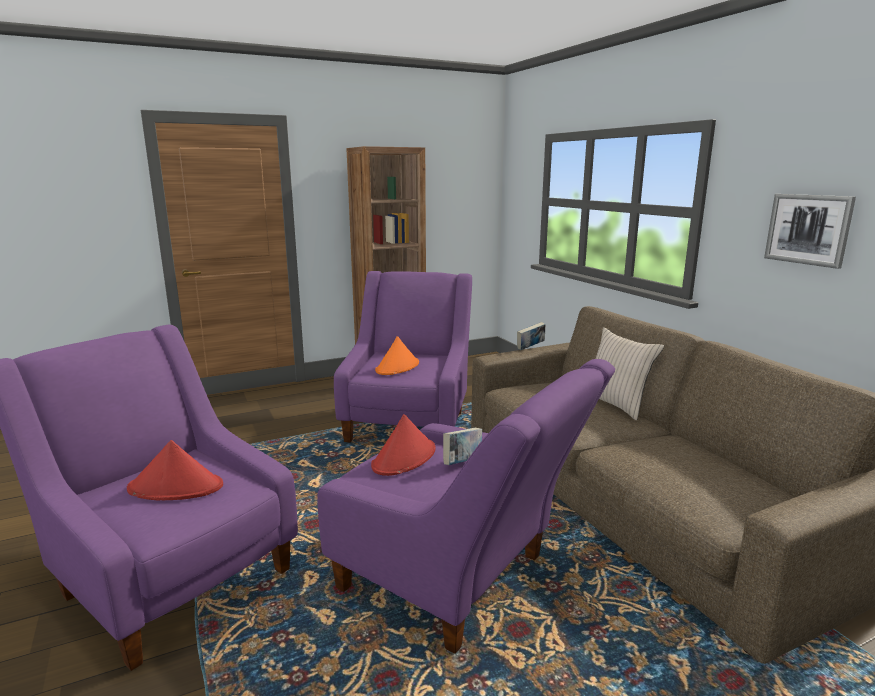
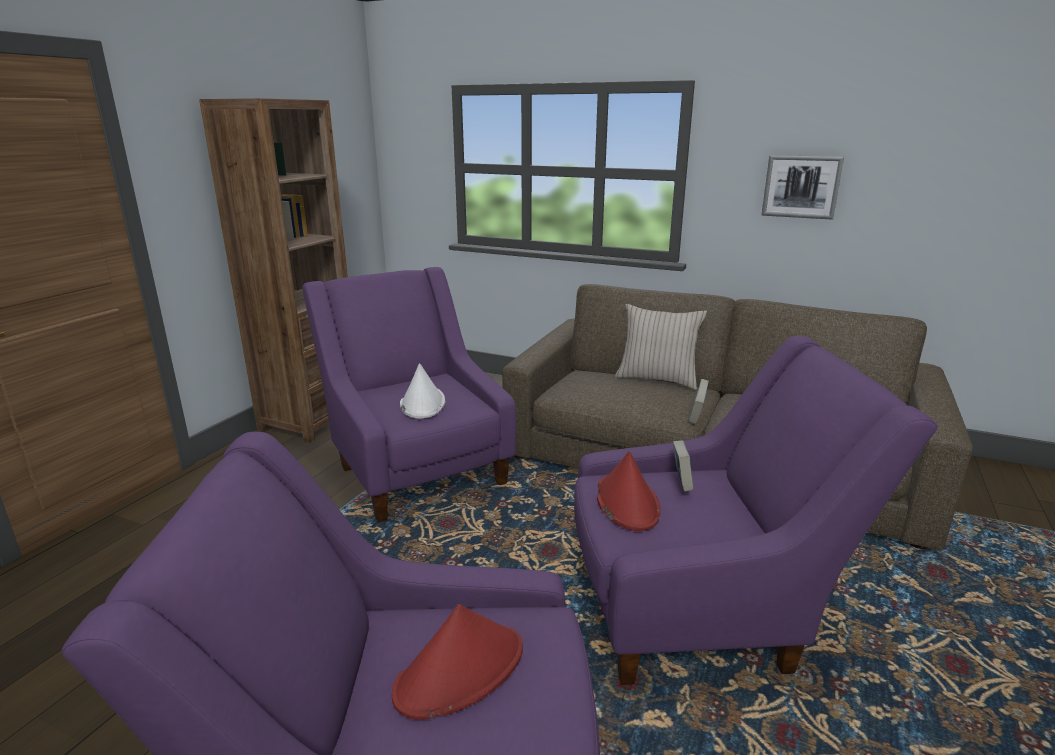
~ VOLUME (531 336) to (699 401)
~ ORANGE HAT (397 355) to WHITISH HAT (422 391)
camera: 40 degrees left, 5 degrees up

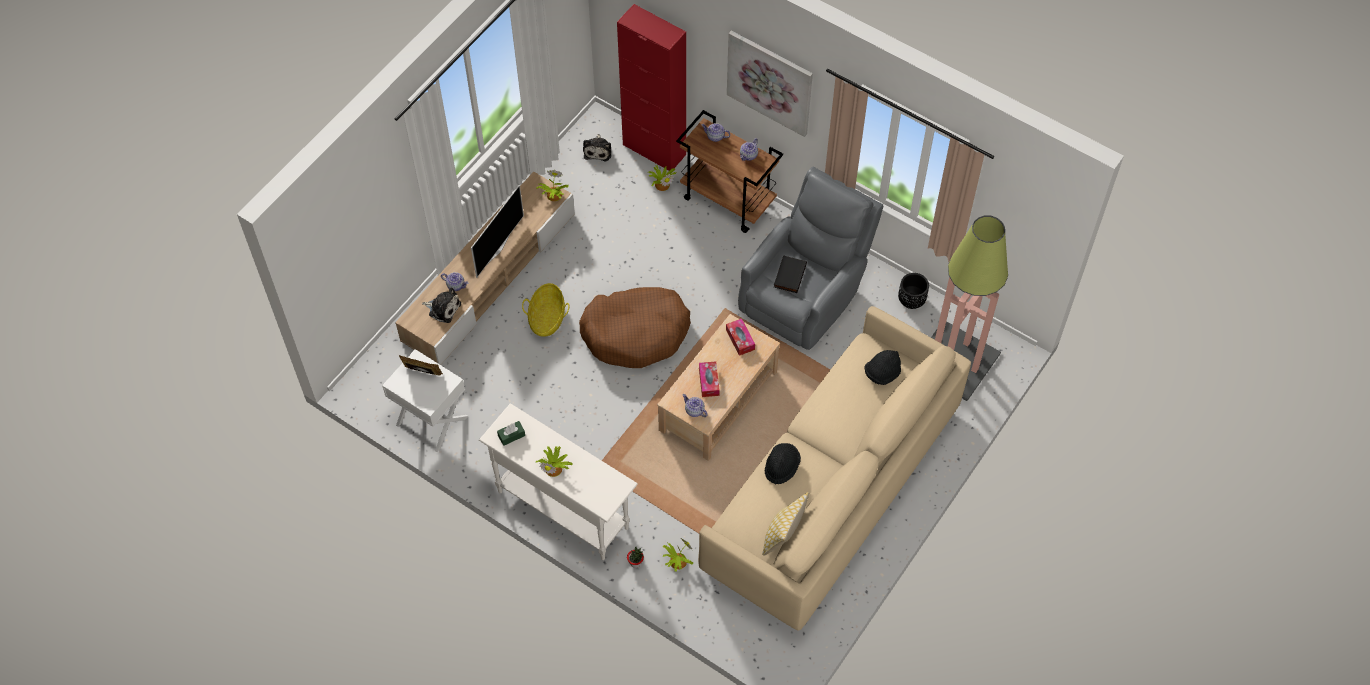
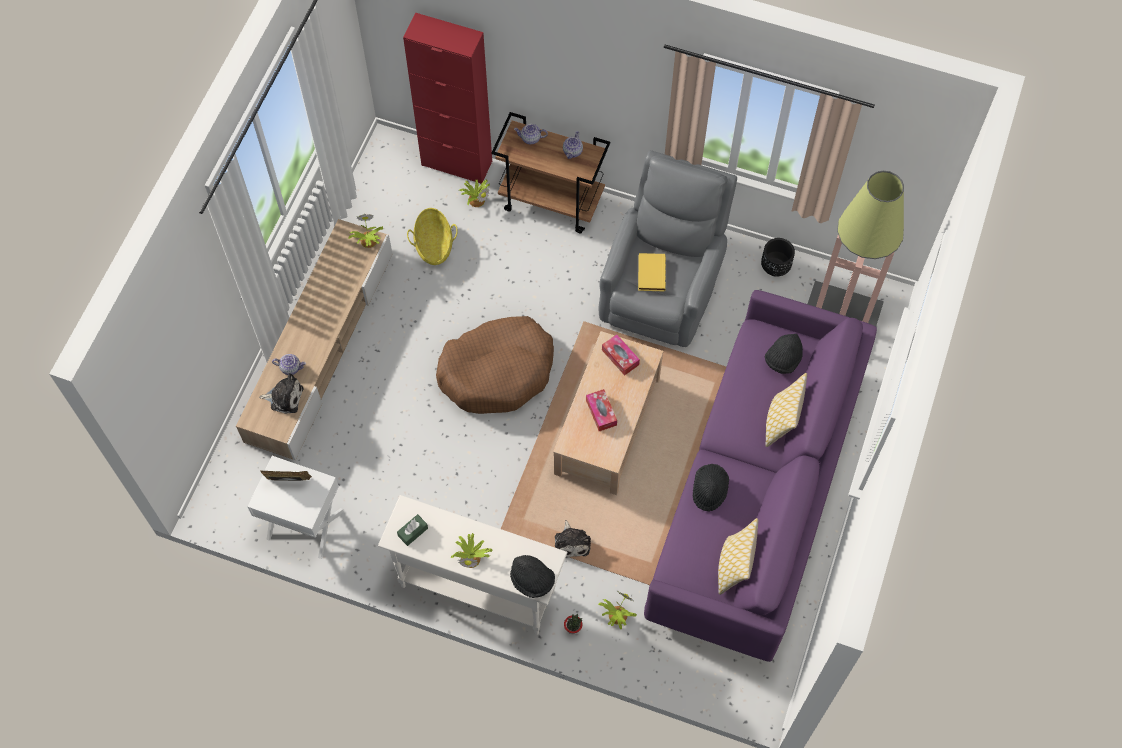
- PICTURE (770 84)
~ SOFT TOY (597 147) to (573 539)
- TELEVISION (497 231)
~ BLACK VOLUME (790 274) to YELLOWISH VOLUME (652 272)
~ BASKET (545 310) to (432 236)
~ SAND-COLOURED SOFA (834 468) to PURPLISH SOFA (760 476)
- POT FOR TEA (695 405)
+ THROW PILLOW (786 410)
+ BLACK HAT (532 576)
camera: 15 degrees left, 5 degrees up

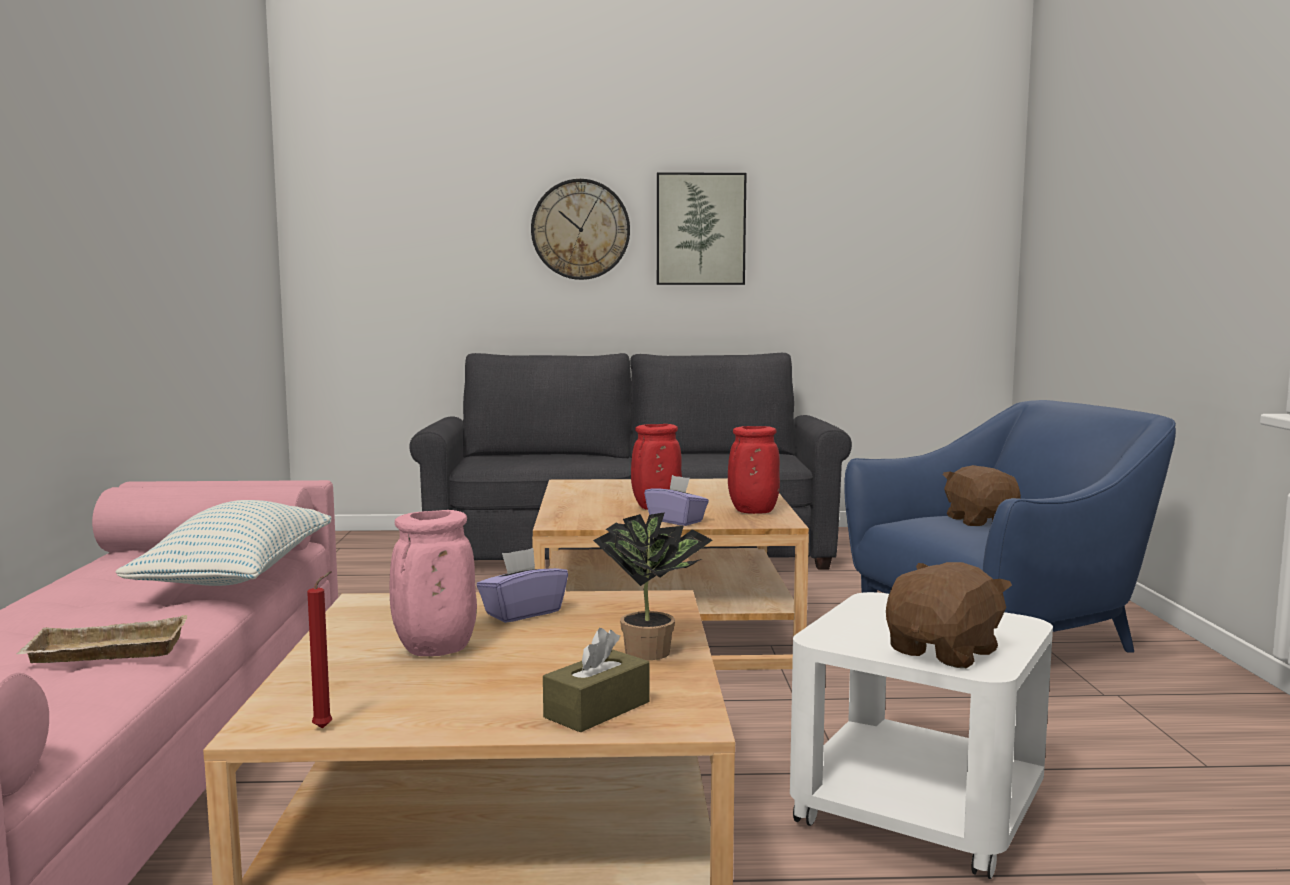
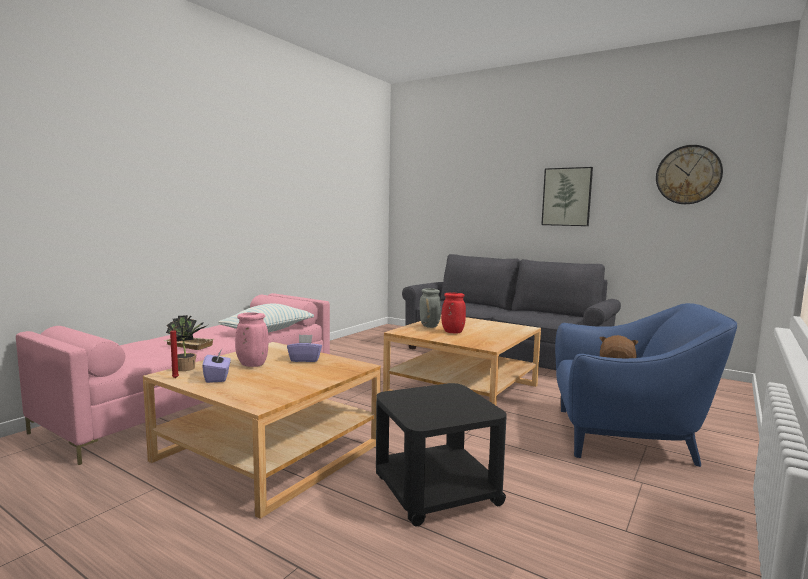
~ HANGING CLOCK (580 229) to (689 174)
- REDDISH DECORATIVE VASE (754 470)
~ PURPLISH TISSUE BOX (676 500) to (216 366)
~ POTTED PLANT (652 586) to (187 343)
- BROWNISH SOFT TOY (949 615)
~ WHITISH ACCENT TABLE (921 735) to BLACK ACCENT TABLE (441 454)
- BROWNISH TISSUE BOX (596 680)
+ GRAY DECORATIVE VASE (430 308)
camera: 35 degrees right, 0 degrees up

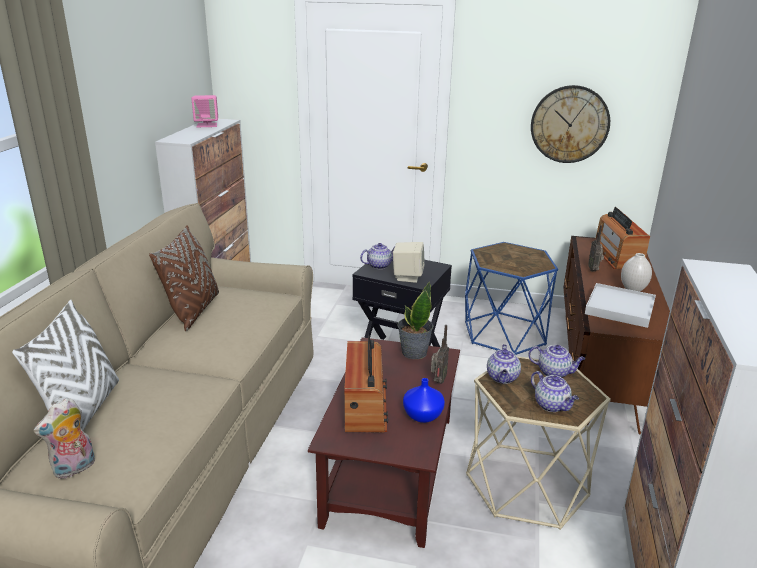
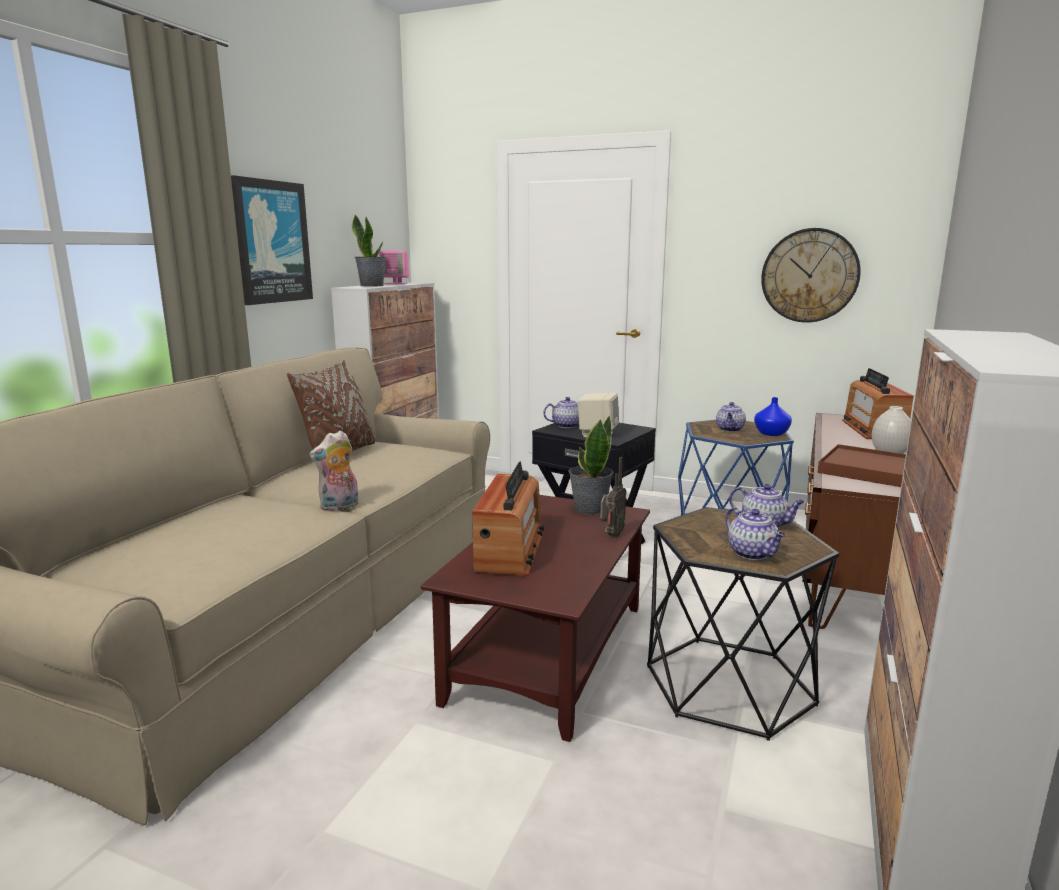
- RADIO RECEIVER (596 248)
~ WHITISH SERVING TRAY (620 305) to BROWNISH SERVING TRAY (861 465)
- WHITISH THROW PILLOW (65 365)
~ POT FOR TEA (504 364) to (731 417)
~ SAND-COLOURED ACCENT TABLE (538 443) to BLACK ACCENT TABLE (743 624)
~ BLUE DECORATIVE VASE (424 400) to (773 416)
~ SOFT TOY (64 438) to (334 470)
+ PICTURE (272 240)
+ POTTED PLANT (369 250)
camera: 10 degrees right, 10 degrees down

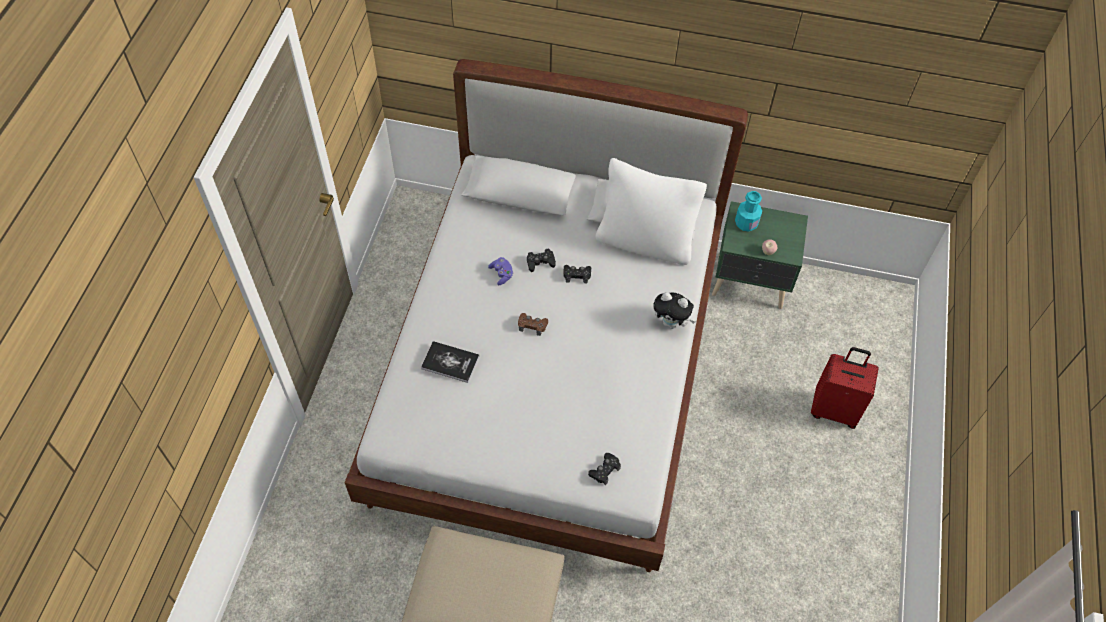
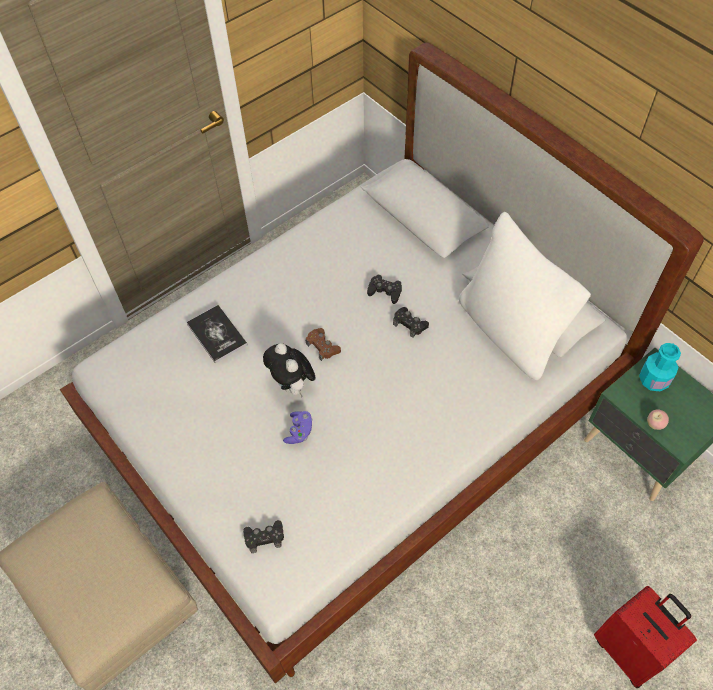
~ PURPLISH GAMEPAD (500 271) to (298 427)
~ SOFT TOY (674 310) to (289 370)
camera: 40 degrees right, 0 degrees up

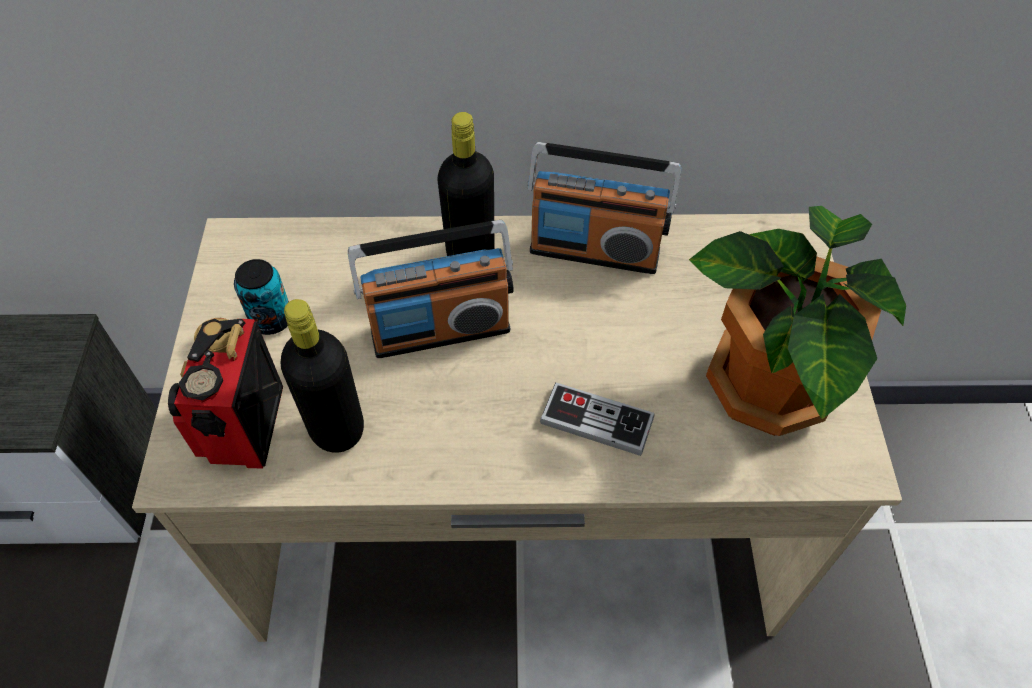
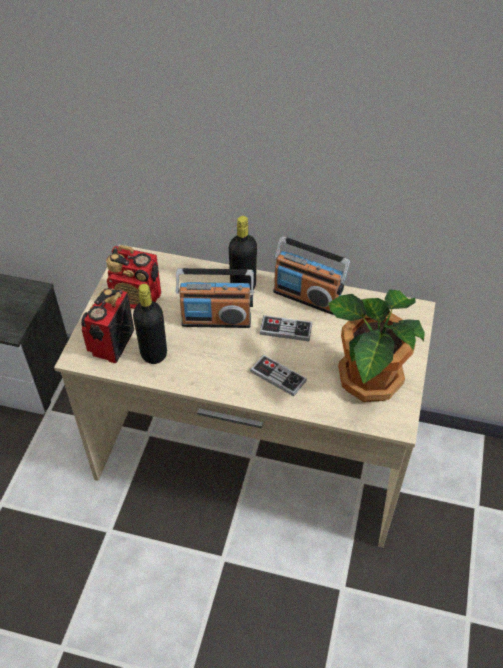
~ METAL CAN (261 297) to RADIO RECEIVER (133 277)
+ GAMEPAD (286 328)
camera: 15 degrees right, 5 degrees down

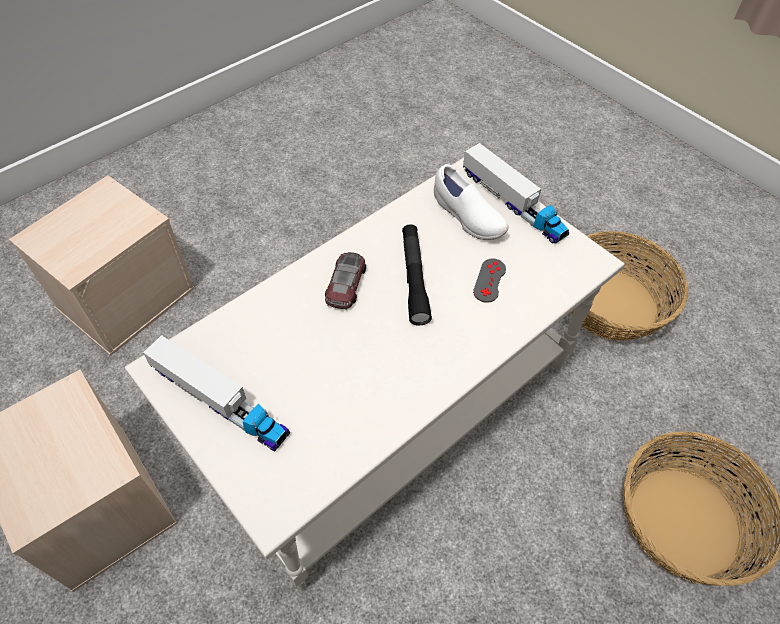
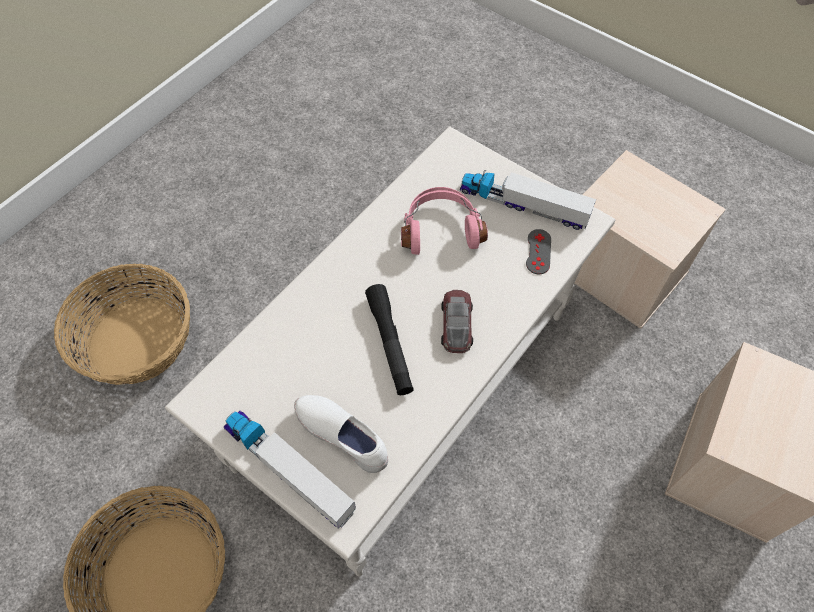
~ GRAY GAMEPAD (489 281) to (538 251)
+ PINK-COLOURED HEADSET (444 221)
camera: 170 degrees right, 5 degrees up

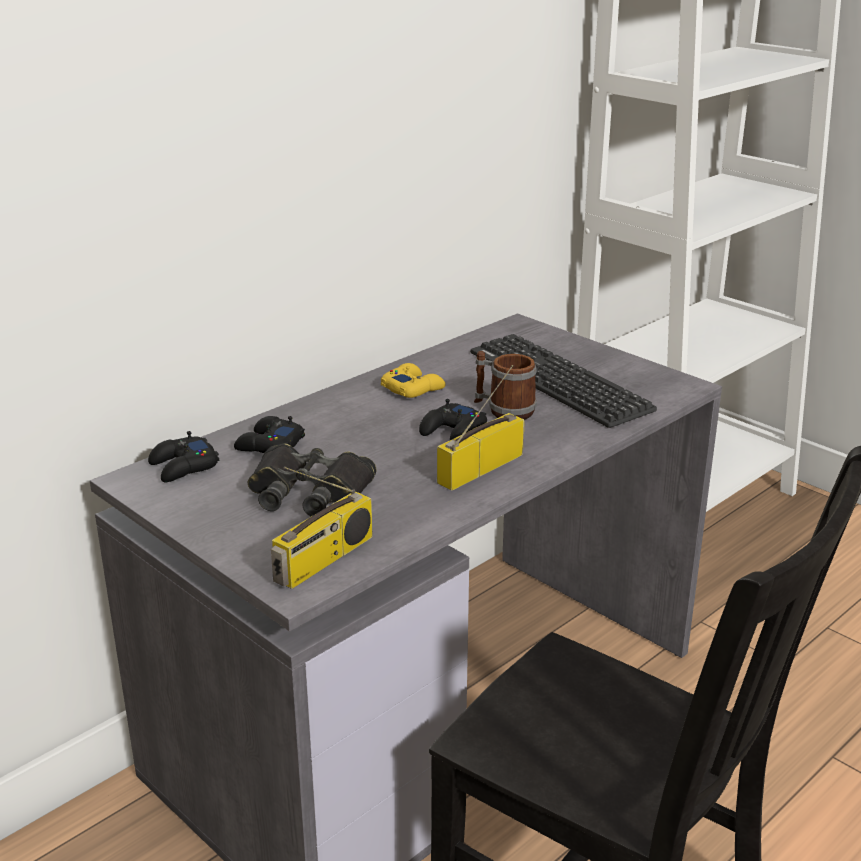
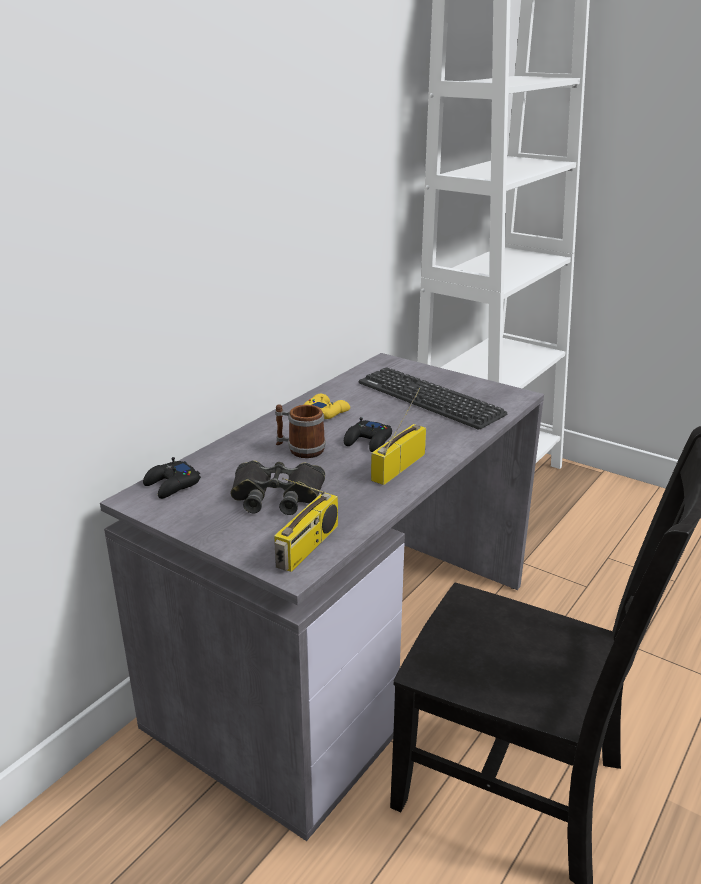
~ TEA MUG (505 385) to (300 431)
- BLACK GAMEPAD (269 434)
camera: 10 degrees left, 0 degrees up

